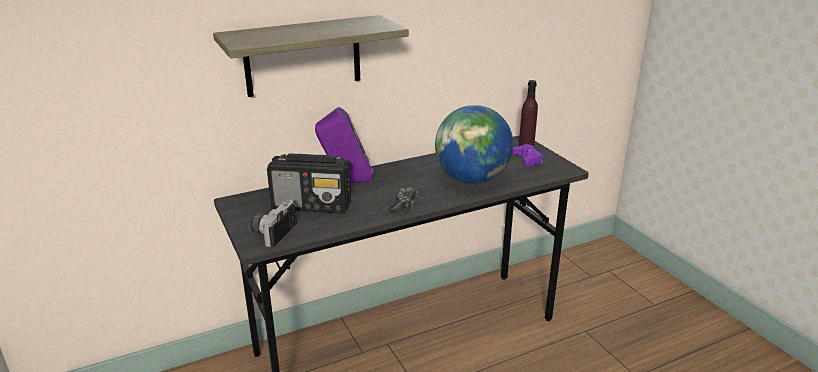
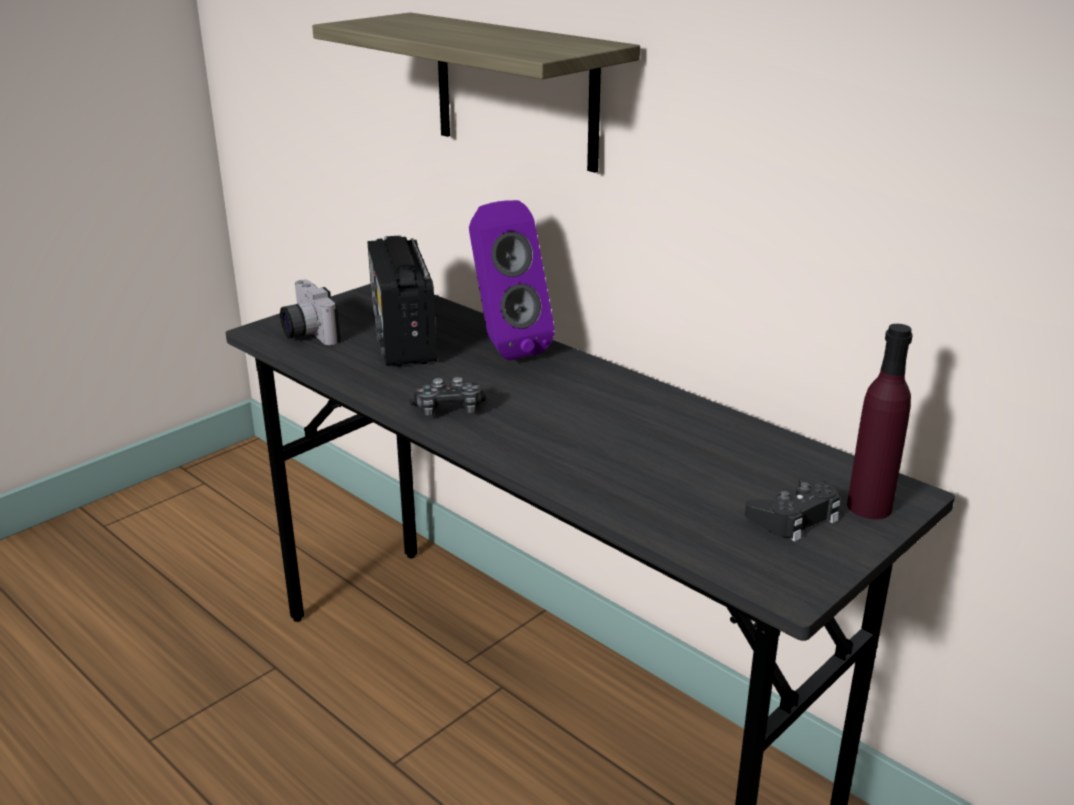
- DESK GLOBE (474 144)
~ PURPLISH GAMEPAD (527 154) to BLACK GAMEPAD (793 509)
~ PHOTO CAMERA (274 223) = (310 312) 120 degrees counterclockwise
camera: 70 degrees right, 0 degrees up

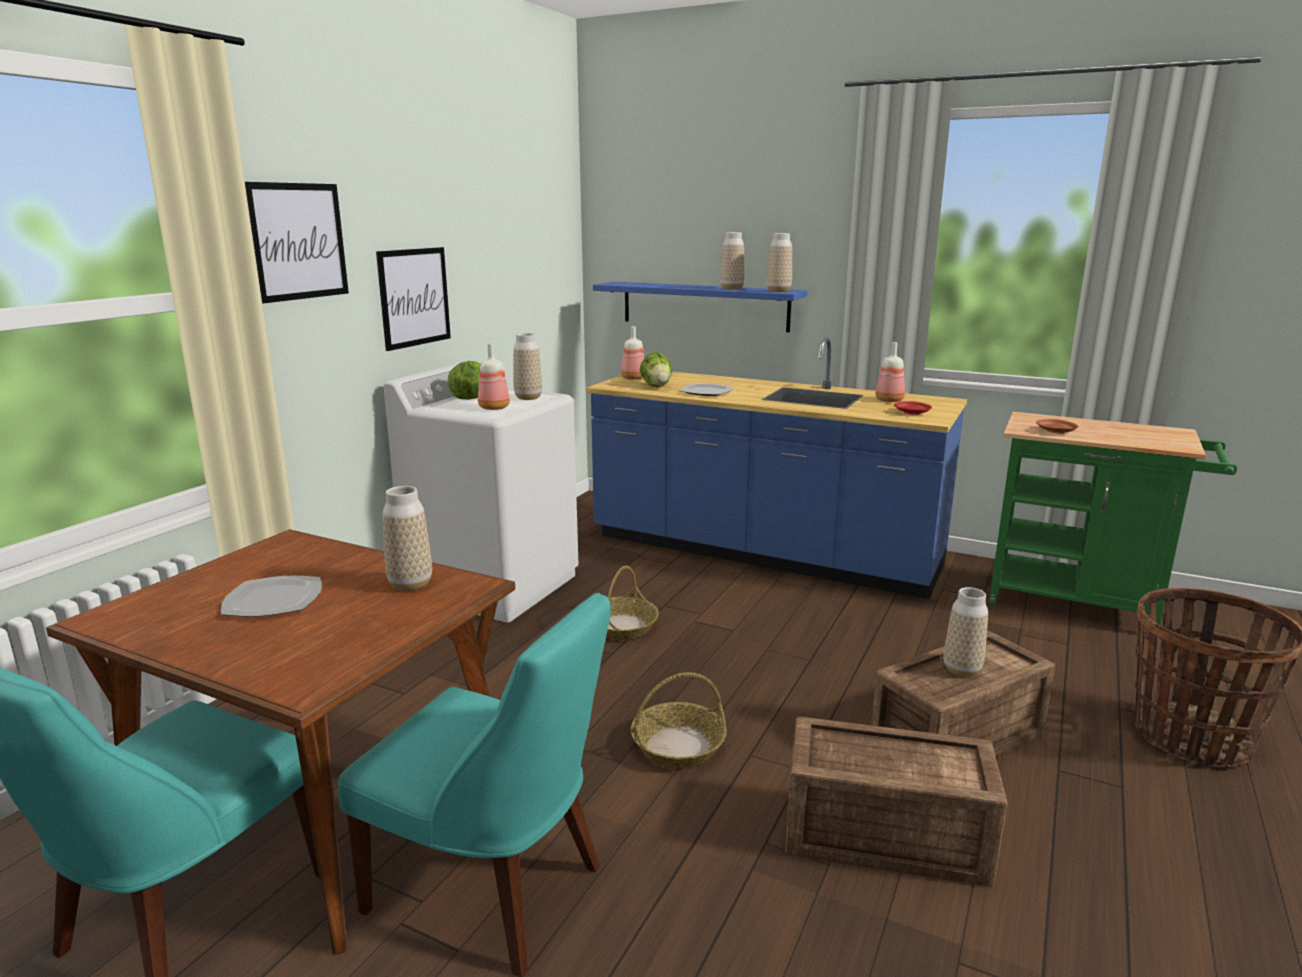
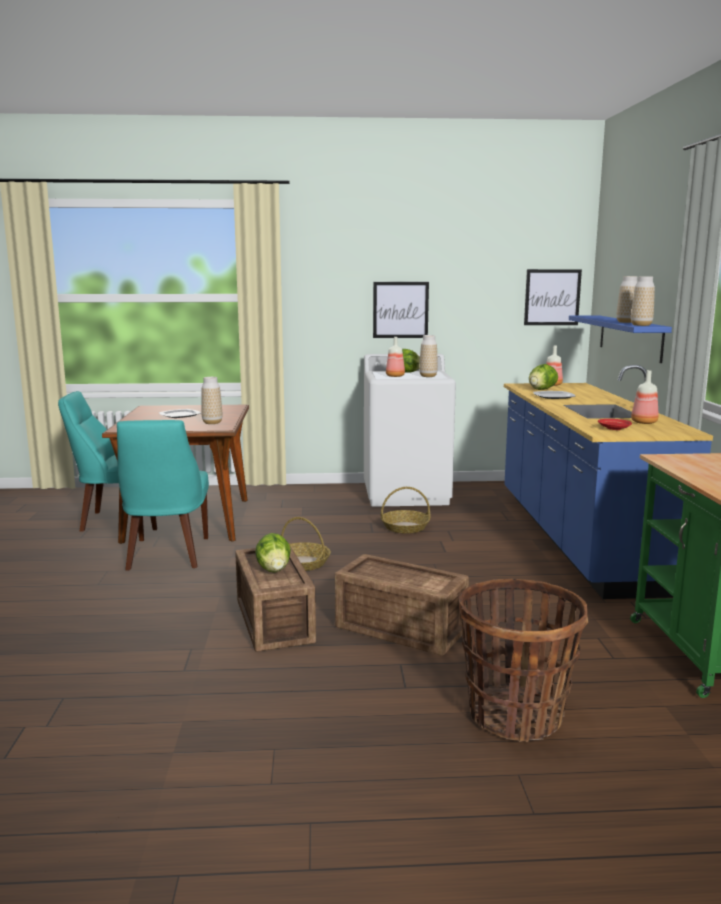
~ PICTURE (297 243) to (553 297)
- BROWNISH DINNER PLATE (1057 426)
- DECORATIVE VASE (966 632)
+ LETTUCE HEAD (273 552)
camera: 60 degrees right, 5 degrees down

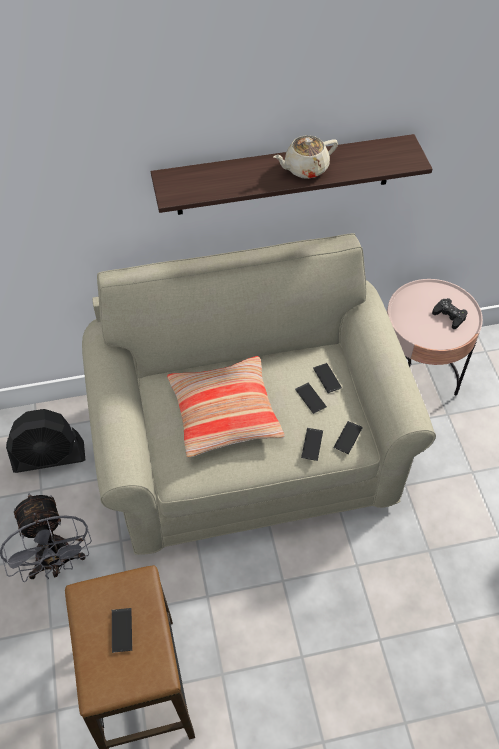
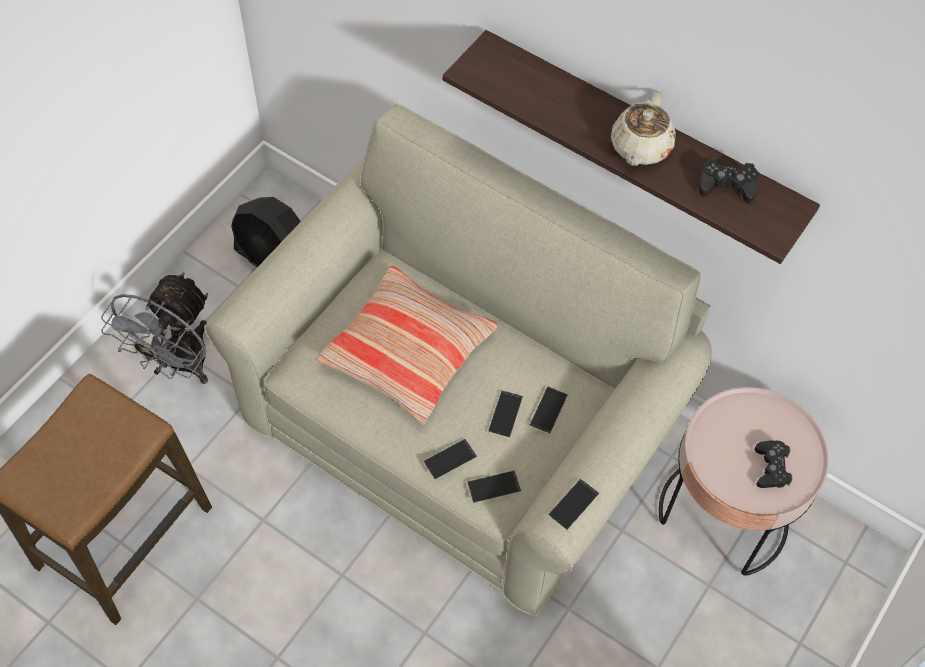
~ SAND-COLOURED POT FOR TEA (305 157) = (643 128) 90 degrees counterclockwise
~ PHONE (122 630) to (573 504)
+ BLACK GAMEPAD (728 181)
camera: 45 degrees right, 5 degrees up

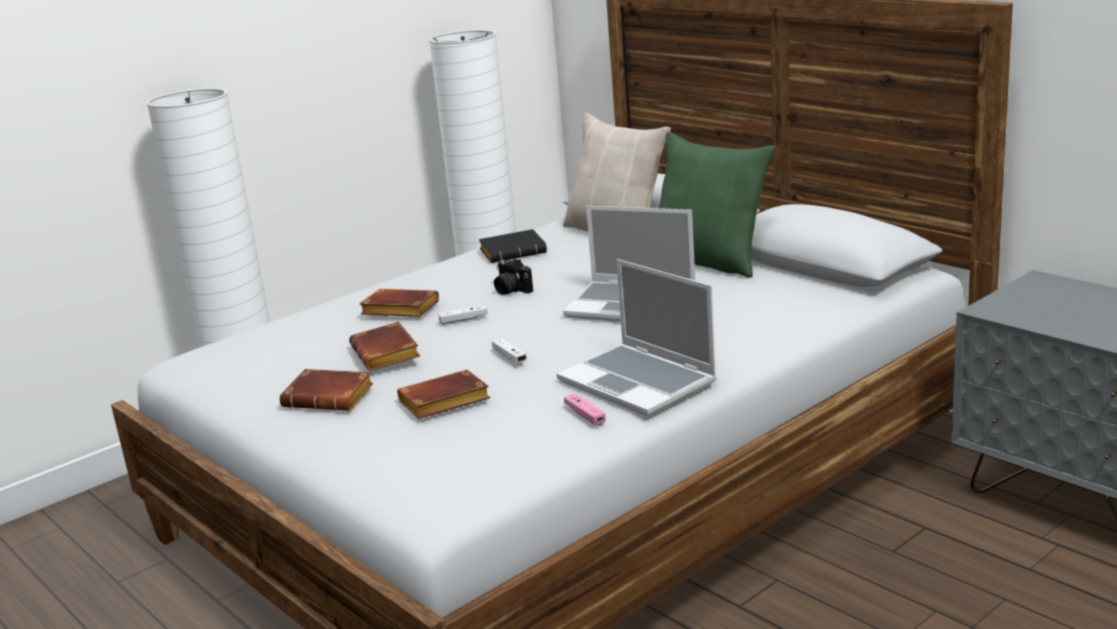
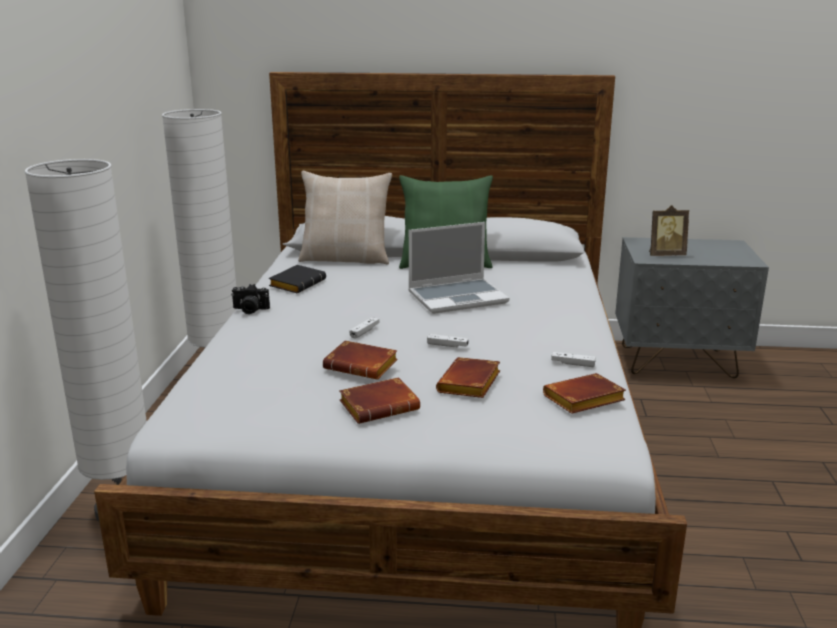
~ PHOTO CAMERA (513 277) to (250 299)
- LAPTOP (637 337)
~ BROWNISH VOLUME (399 303) to (584 393)
~ PINK-COLOURED GAMEPAD (585 409) to WHITISH GAMEPAD (573 359)
+ PICTURE FRAME (669 230)
camera: 45 degrees left, 0 degrees up

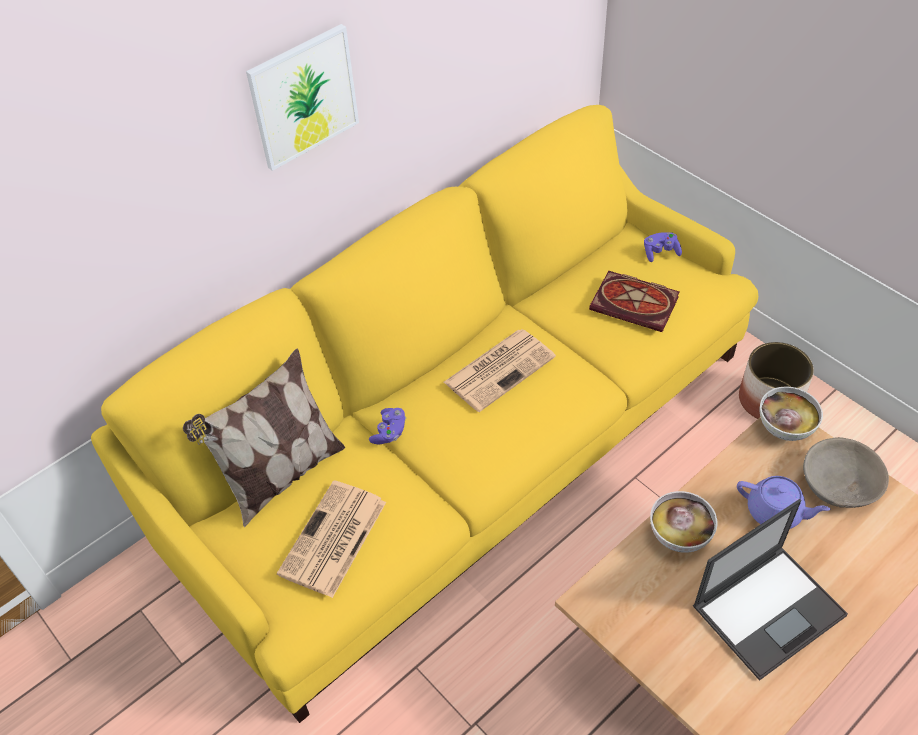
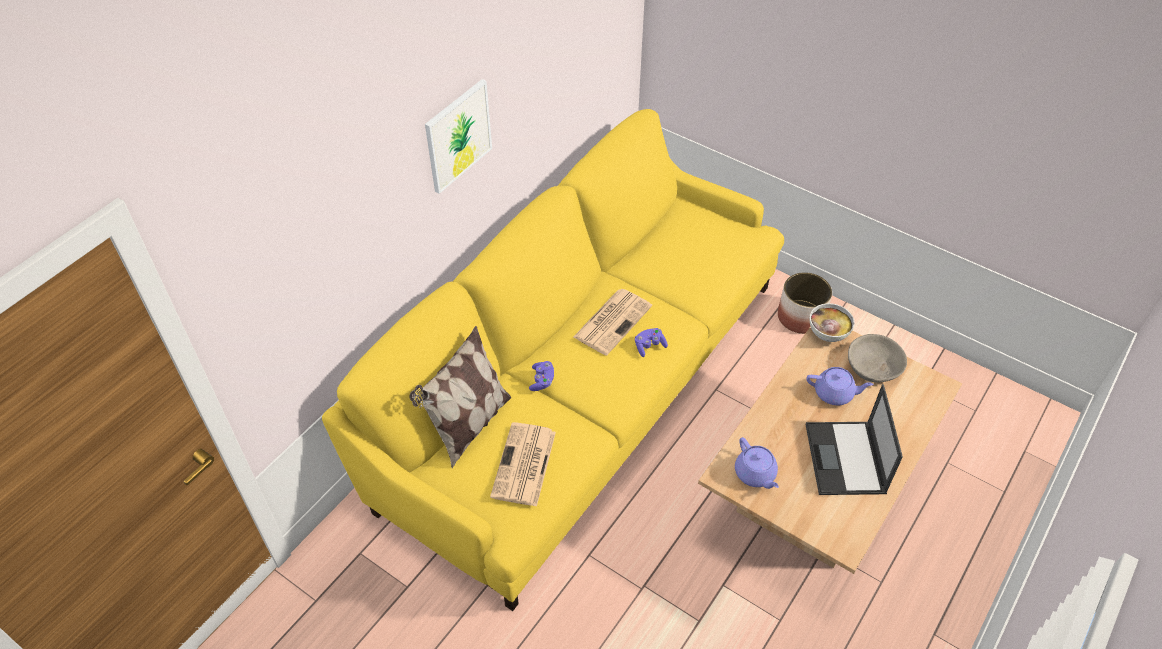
~ PURPLISH GAMEPAD (663 247) to (651 342)
- VOLUME (634 301)
- SERVING BOWL (683 522)
~ LAPTOP (770 590) = (854 439) 135 degrees clockwise
+ PURPLISH POT FOR TEA (757 463)
camera: 15 degrees left, 0 degrees up

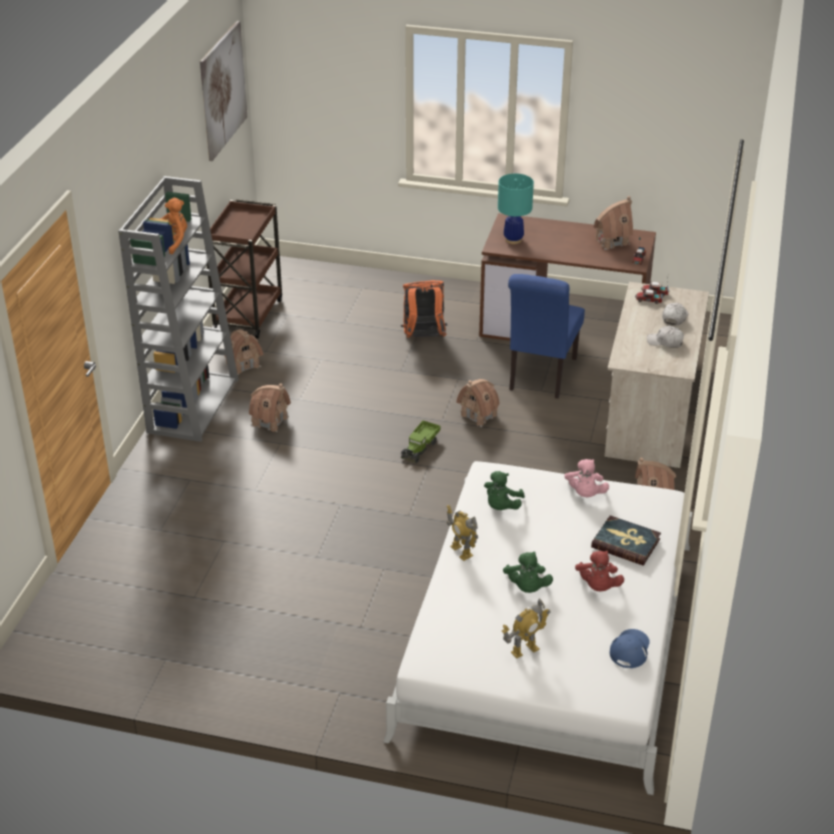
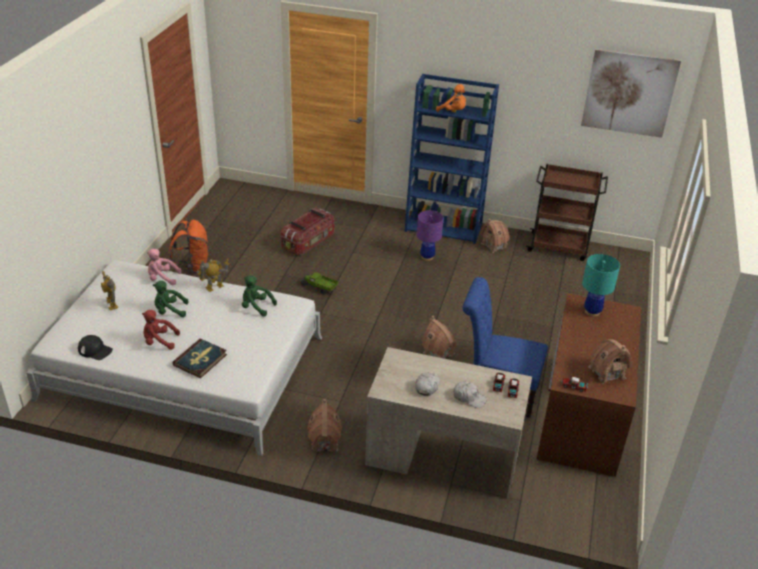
~ GRAY SHELVING UNIT (178 309) to BLUE SHELVING UNIT (452 159)
~ ORANGE KNAPSACK (424 309) to (188 247)
~ MINIATURE HOUSE (270 408) to PURPLISH TABLE LAMP (430 235)
~ MODEL TRUCK (421 441) to (319 283)
~ PINK-COLOURED SOFT TOY (586 478) to (164 267)
~ BLUE BASEBALL CAP (630 648) to BLACK BASEBALL CAP (95 347)
+ STORAGE BOX (307 231)
camera: 90 degrees right, 0 degrees up

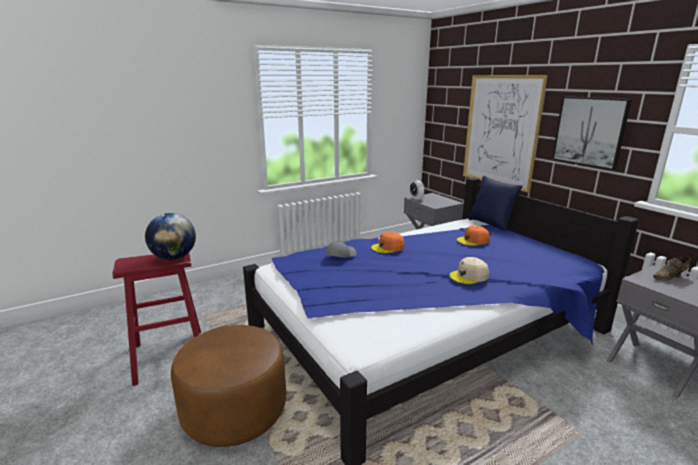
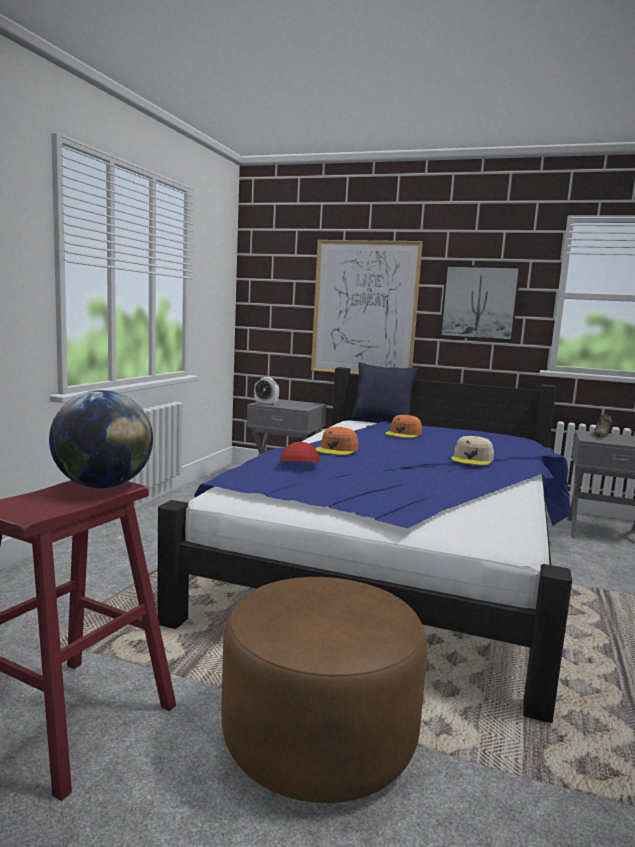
~ GRAY BASEBALL CAP (341 249) to REDDISH BASEBALL CAP (300 452)
camera: 40 degrees left, 10 degrees down

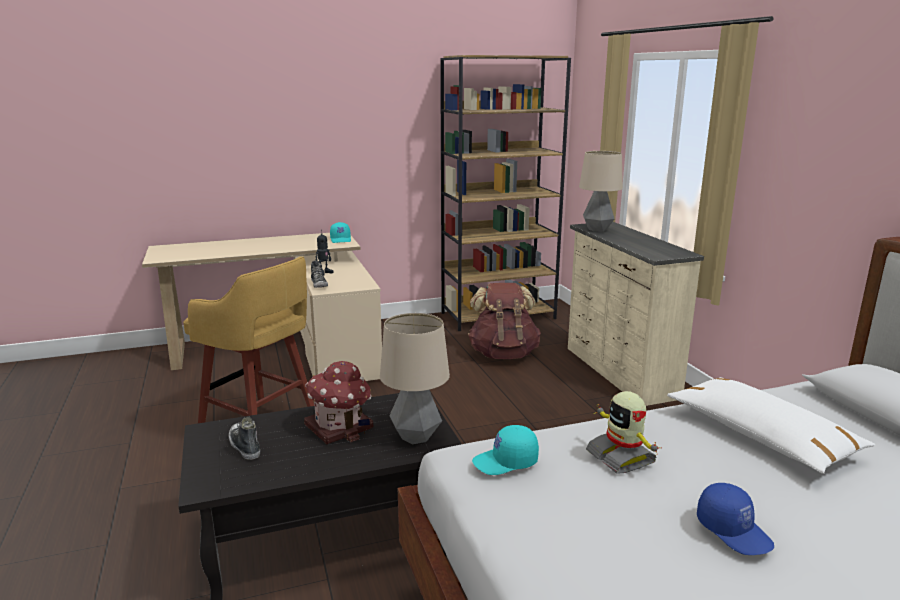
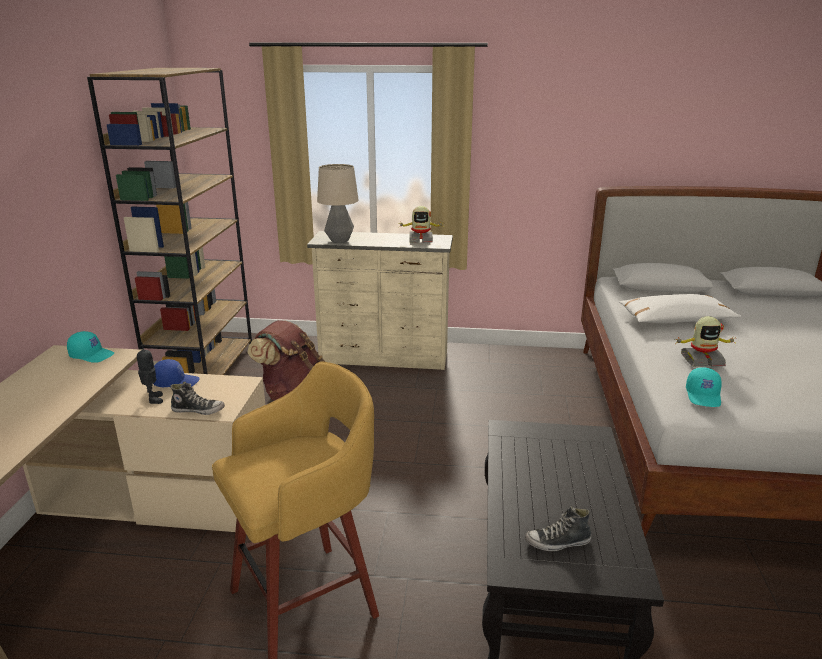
- TABLE LAMP (415 378)
- MINIATURE HOUSE (338 402)
~ BLUE BASEBALL CAP (735 519) to (176 373)
+ TOY ROBOT (421 224)
camera: 65 degrees left, 5 degrees up

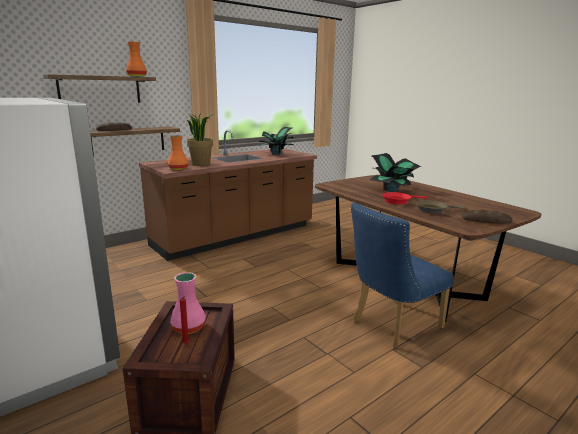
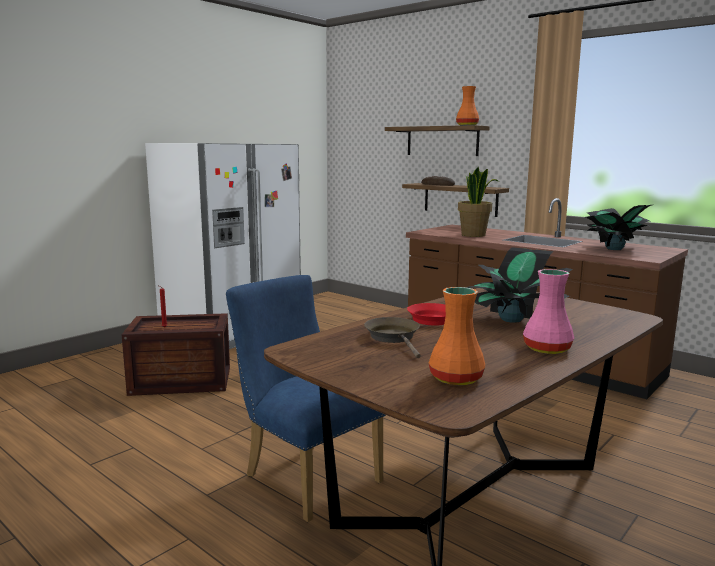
~ ORANGE DECORATIVE VASE (178 152) to (457 336)
- BAKED BREAD (487 217)
~ PINK-COLOURED DECORATIVE VASE (188 303) to (548 311)
camera: 80 degrees right, 5 degrees down

